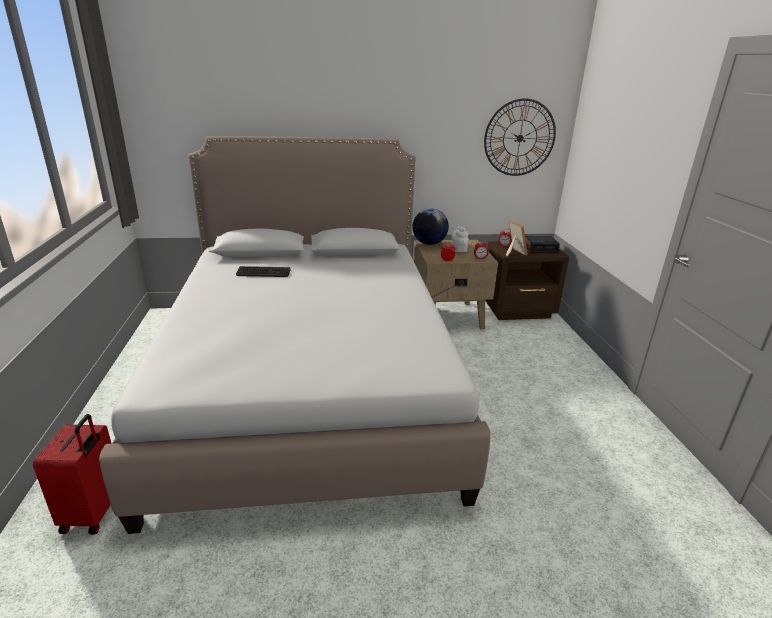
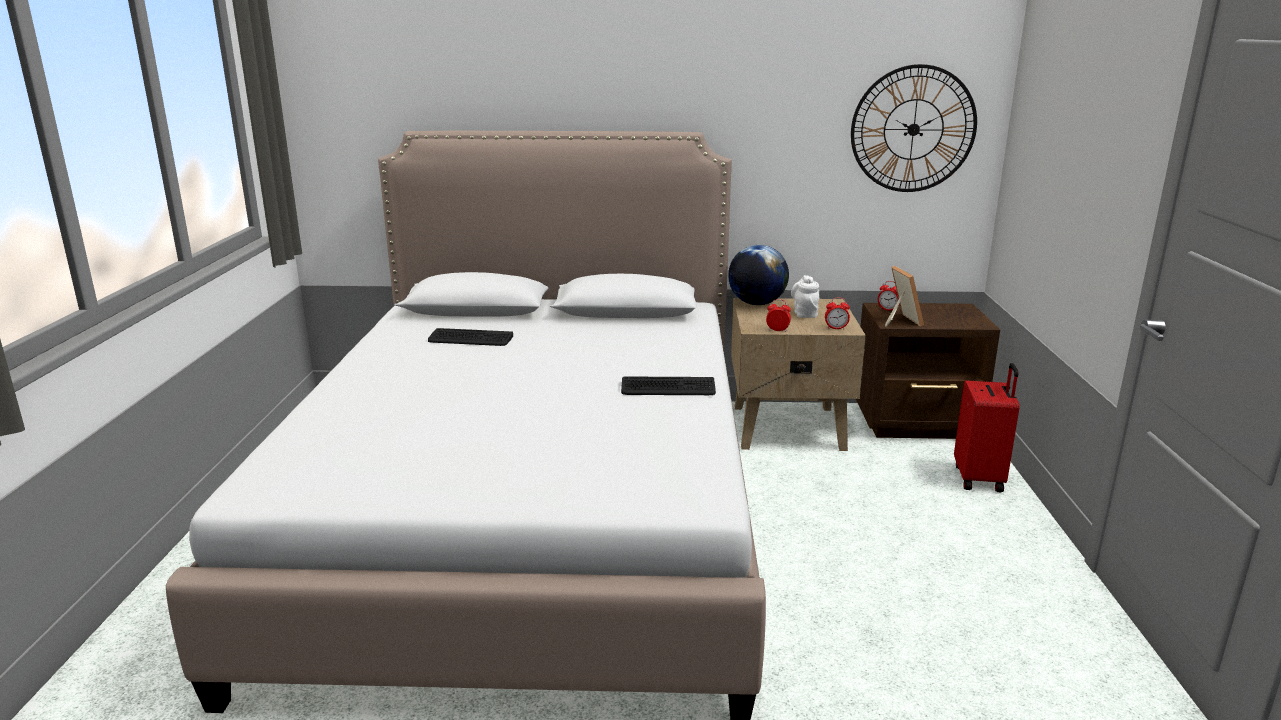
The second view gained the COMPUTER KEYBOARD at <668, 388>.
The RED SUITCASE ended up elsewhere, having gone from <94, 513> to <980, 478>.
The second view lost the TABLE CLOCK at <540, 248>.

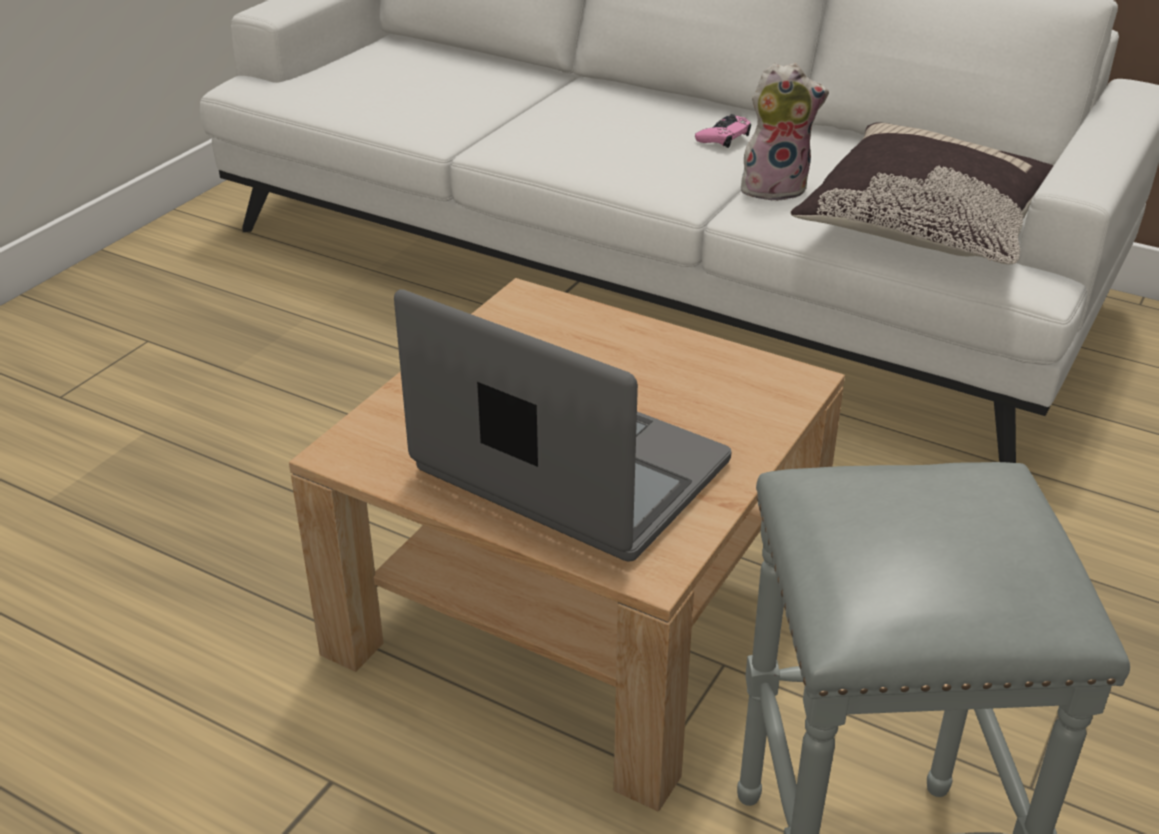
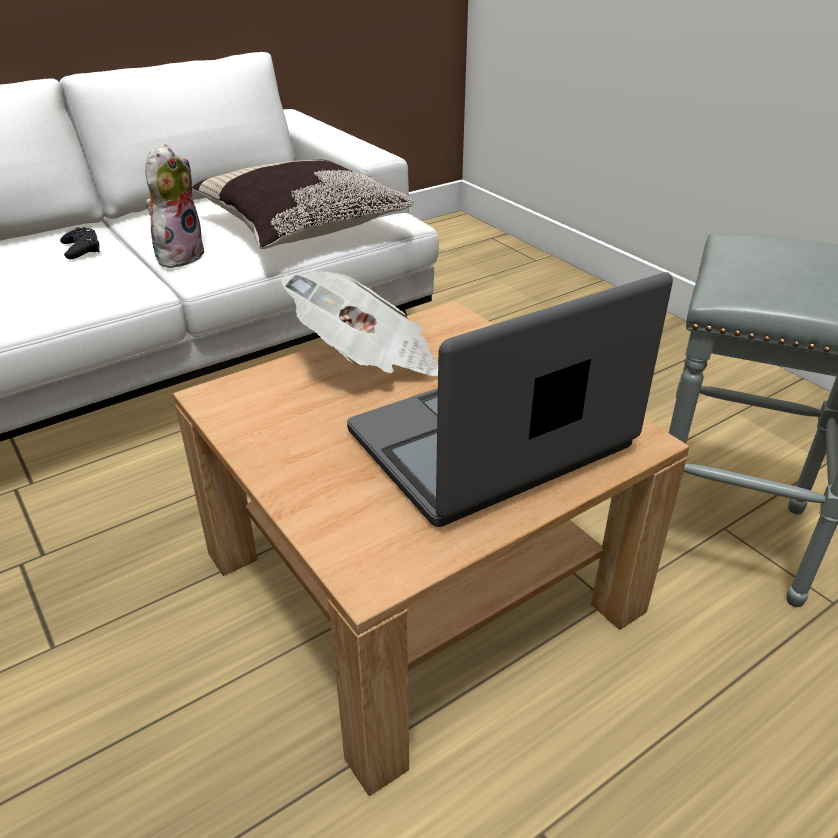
What was the PINK-COLOURED JOYPAD at <723, 137> turned into the BLACK JOYPAD at <81, 249>.
The second view gained the NEWSPAPER at <368, 360>.

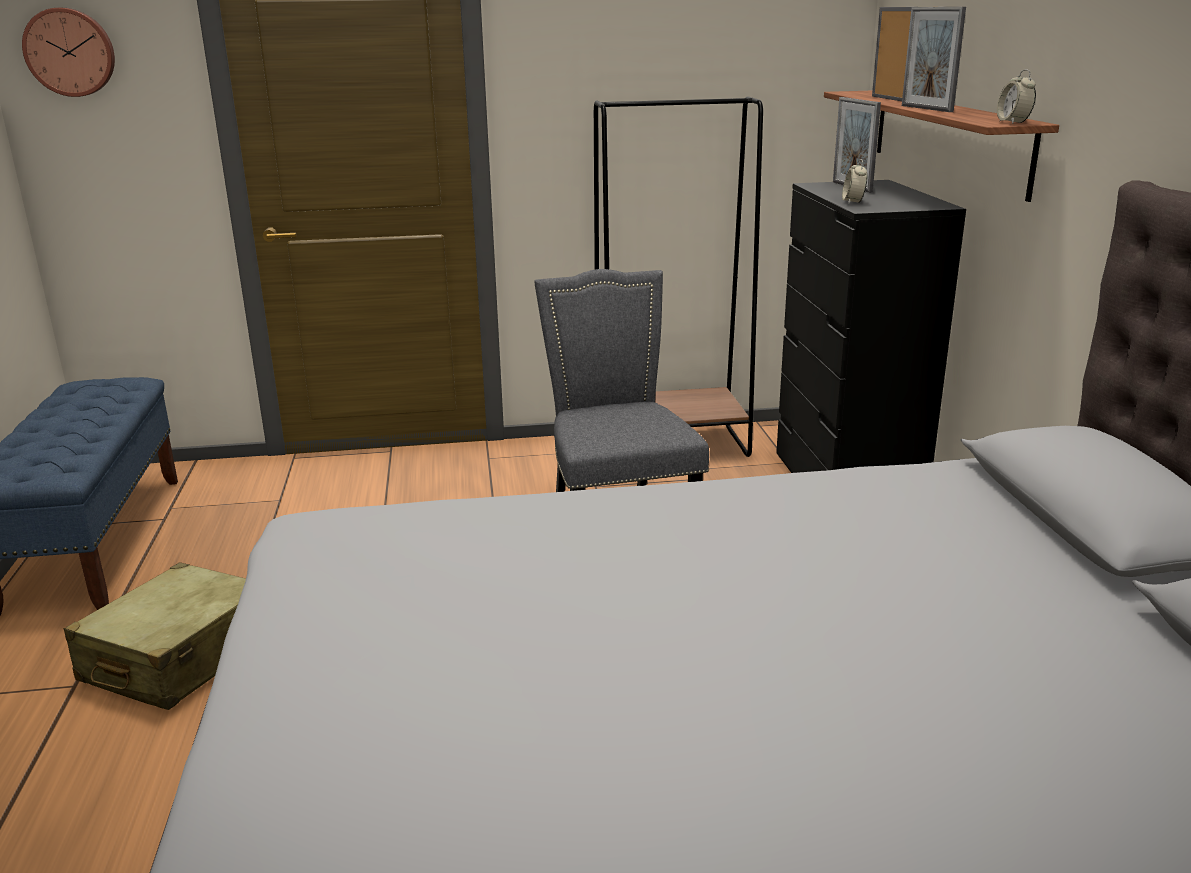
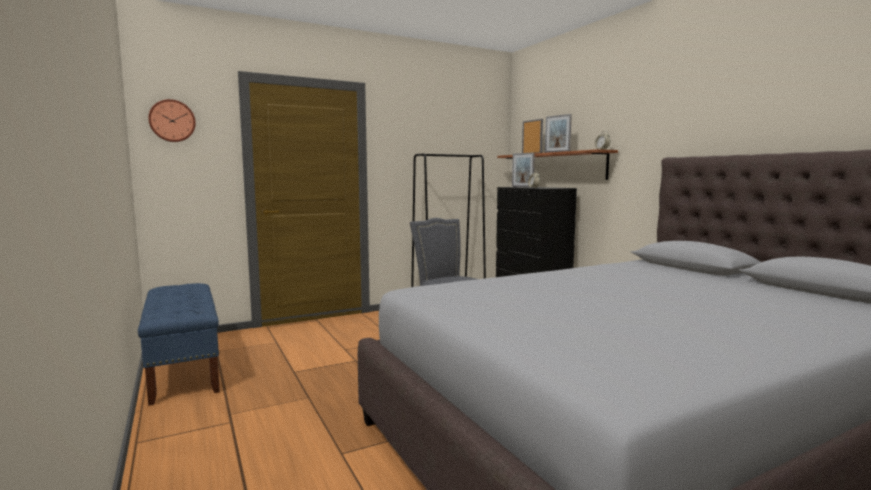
The second view lost the BEIGE SUITCASE at <179, 658>.

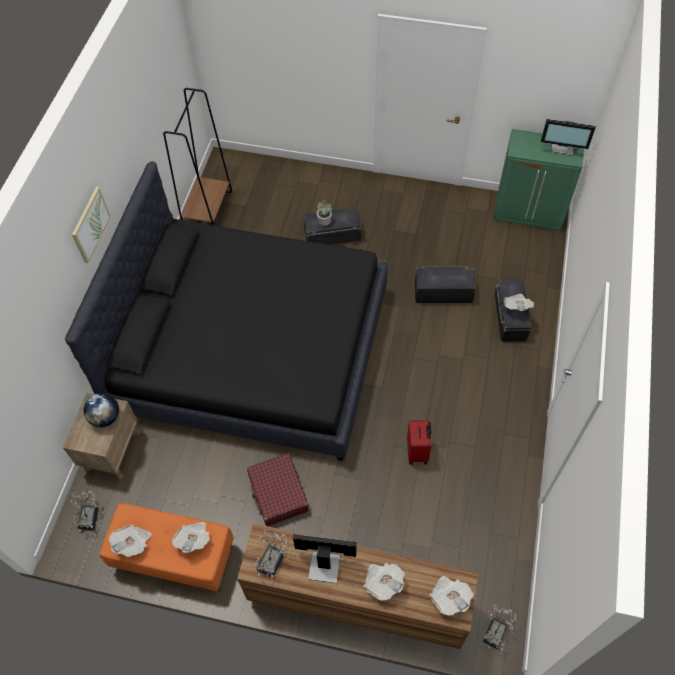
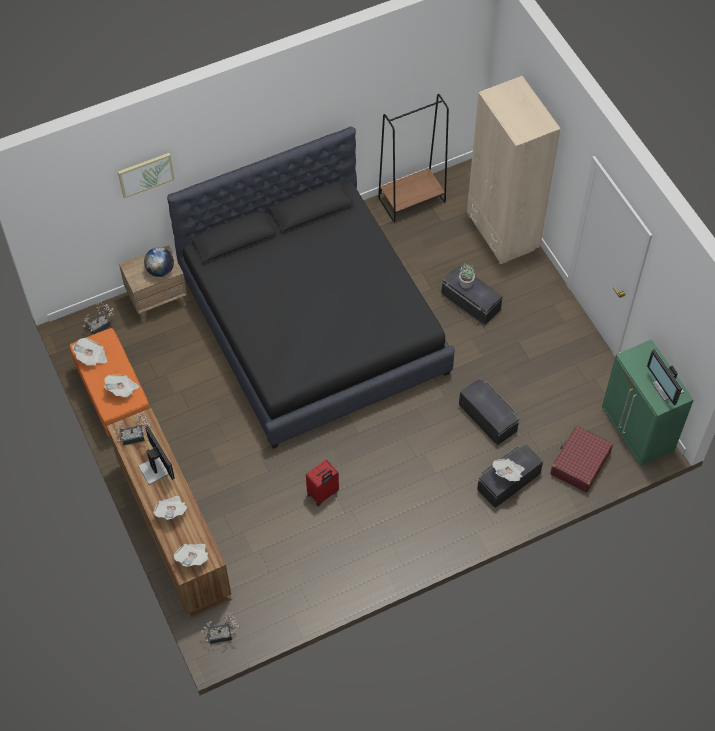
The WALL PICTURE ended up elsewhere, having gone from <90, 224> to <146, 174>.
The second view gained the BEIGE ARMOIRE at <502, 233>.
The RED SUITCASE ended up elsewhere, having gone from <278, 493> to <579, 463>.

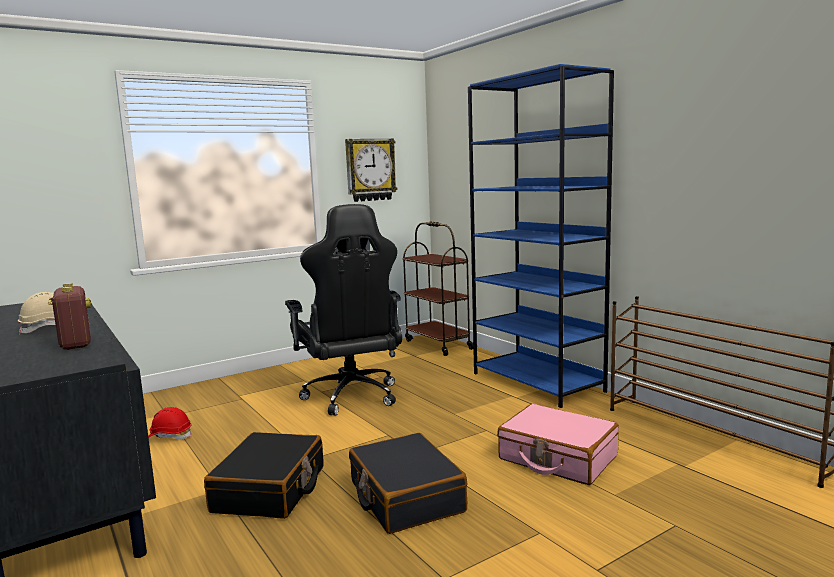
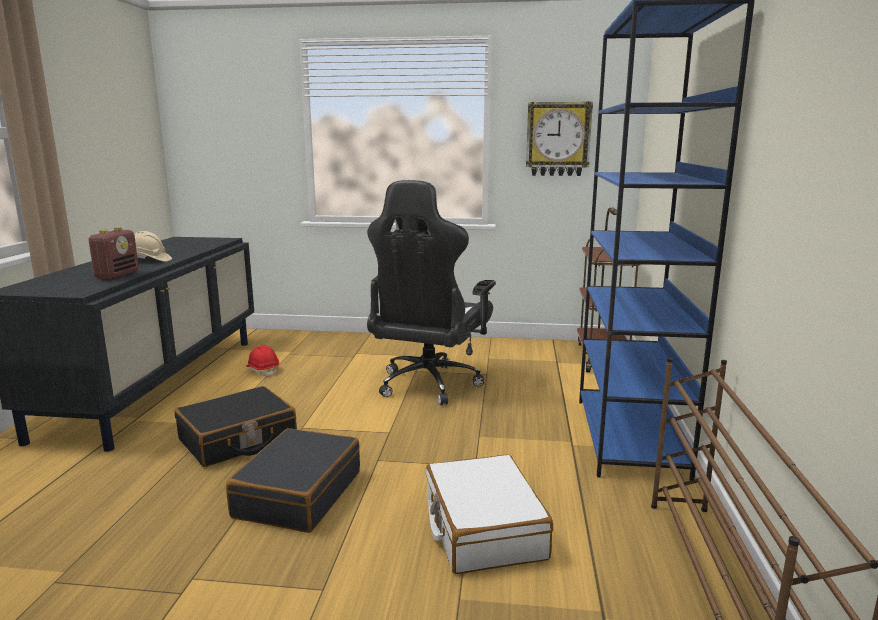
What was the PINK-COLOURED SUITCASE at <557, 458> turned into the WHITE-COLOURED SUITCASE at <483, 528>.

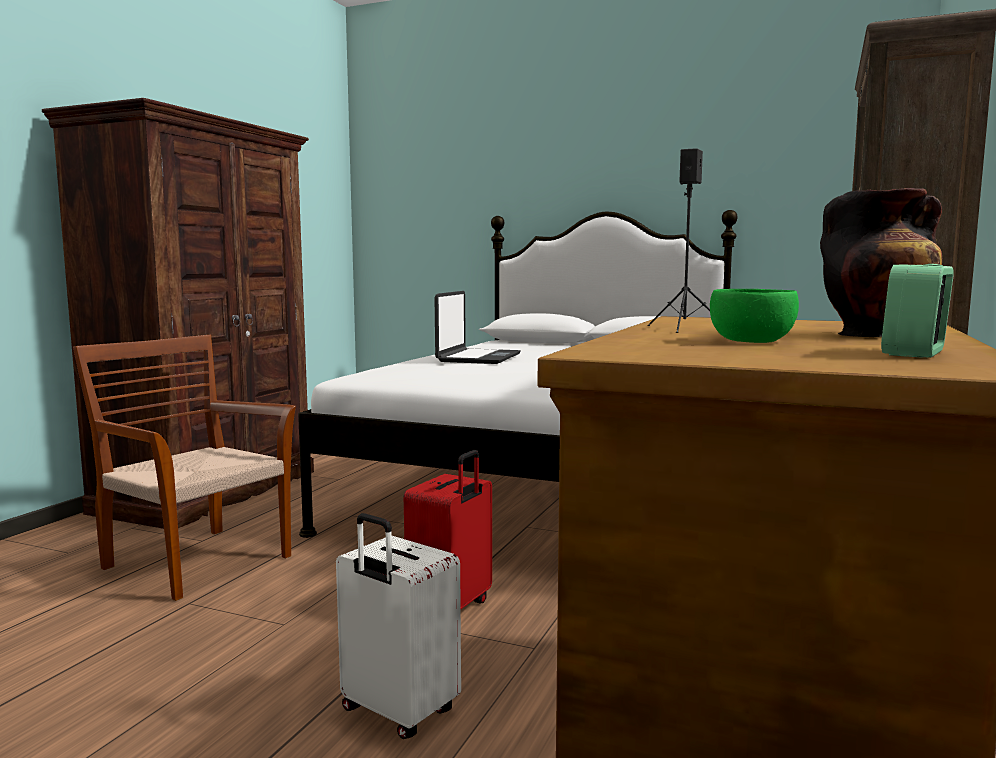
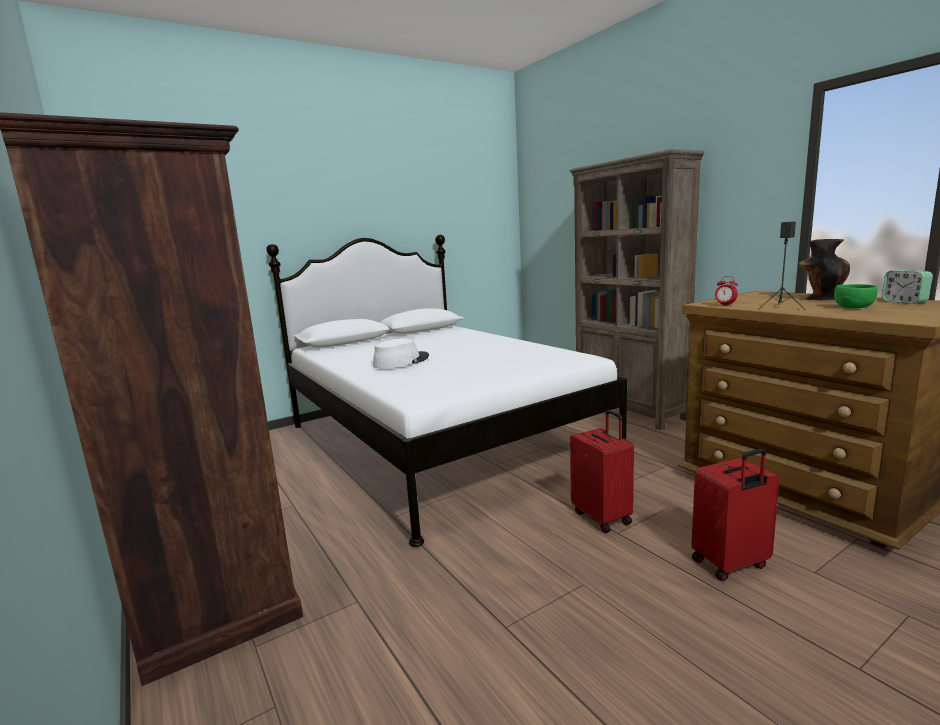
Where the PORTABLE COMPUTER stood at <478, 358>, the WHITE-COLOURED CLOTHING HAT came to stand at <401, 361>.
What was the WHITE-COLOURED SUITCASE at <397, 713> turned into the RED SUITCASE at <731, 564>.
The second view gained the TABLE CLOCK at <725, 305>.
The second view lost the BROWNISH LOUNGE CHAIR at <197, 561>.

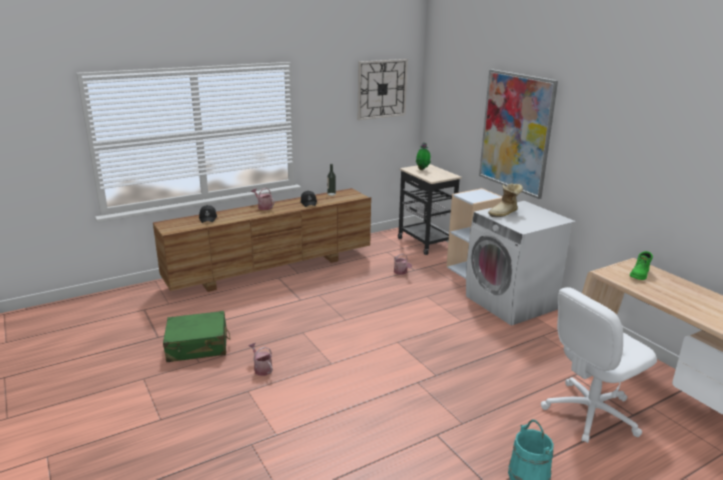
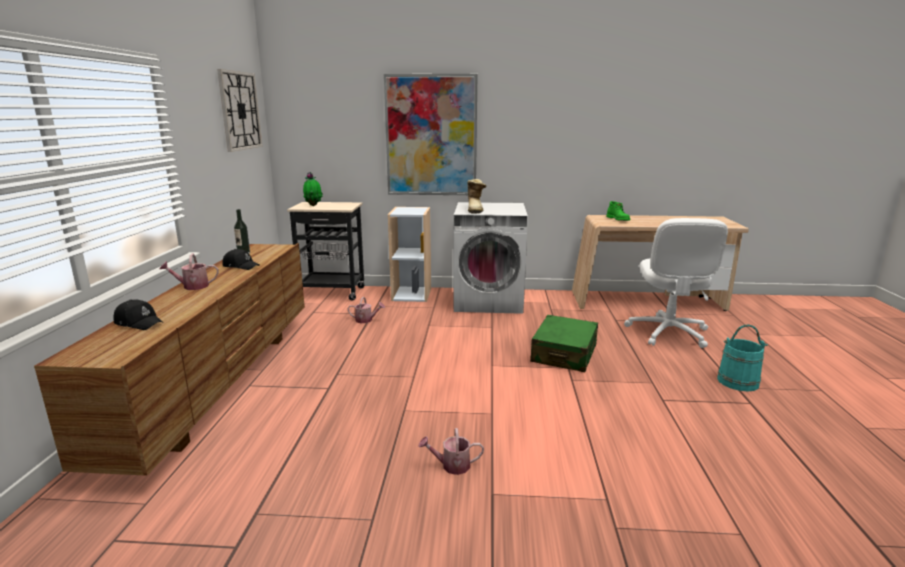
The GREENISH SUITCASE ended up elsewhere, having gone from <197, 346> to <564, 354>.

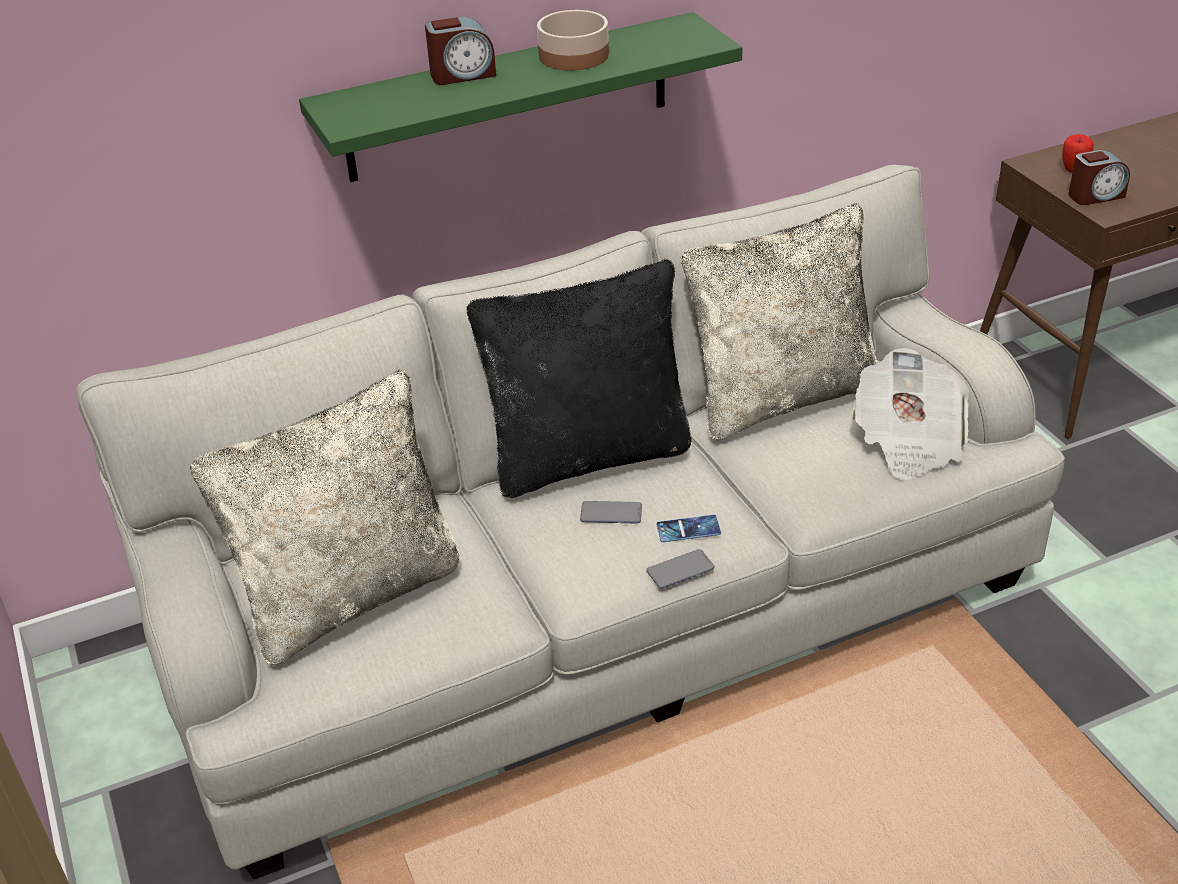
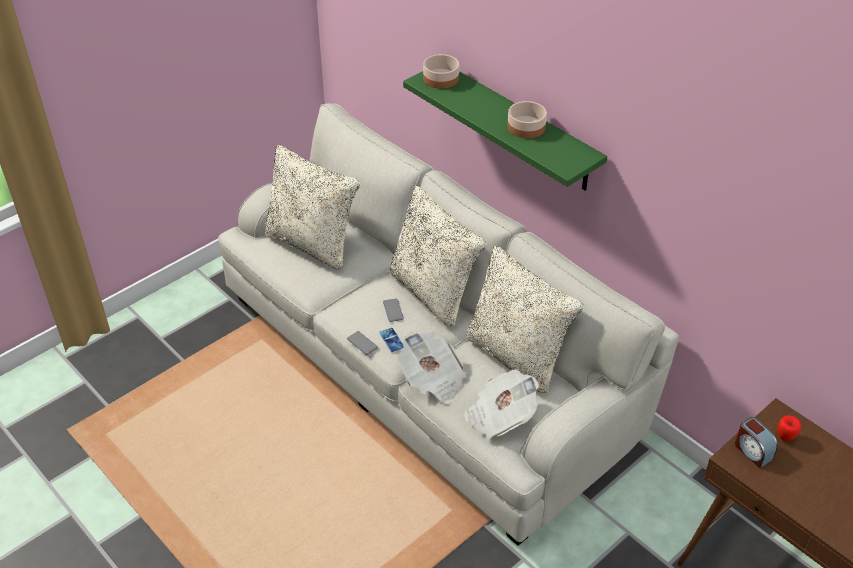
What was the BLACK THROW PILLOW at <591, 460> turned into the BEIGE THROW PILLOW at <432, 295>.
The second view gained the NEWSPAPER at <433, 379>.
The second view gained the SERVING BOWL at <440, 78>.
The second view lost the TABLE CLOCK at <462, 75>.

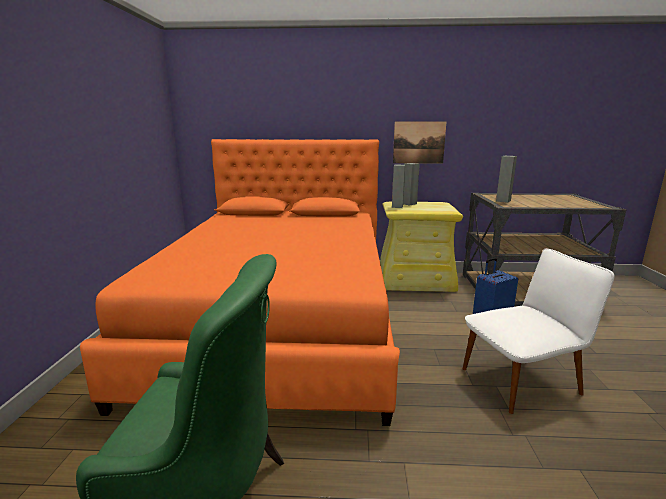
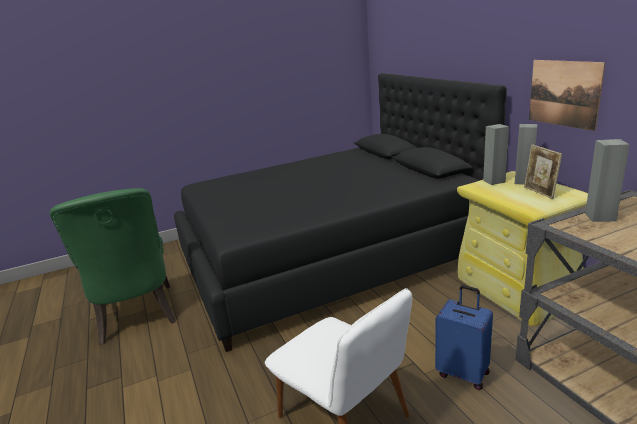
What was the ORANGEY SLEEPING BED at <280, 320> turned into the BLACK SLEEPING BED at <330, 256>.
The second view gained the STANDING FRAME at <539, 192>.

